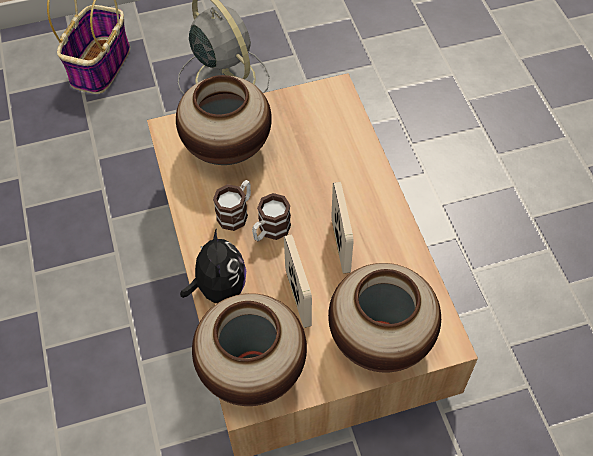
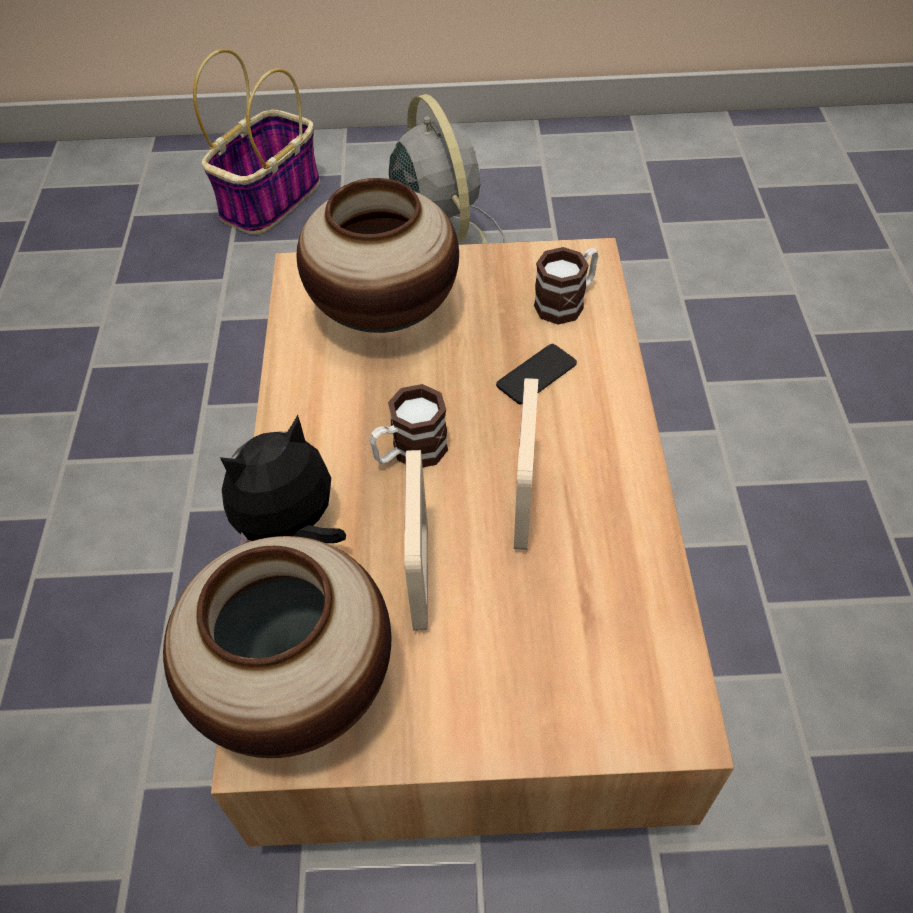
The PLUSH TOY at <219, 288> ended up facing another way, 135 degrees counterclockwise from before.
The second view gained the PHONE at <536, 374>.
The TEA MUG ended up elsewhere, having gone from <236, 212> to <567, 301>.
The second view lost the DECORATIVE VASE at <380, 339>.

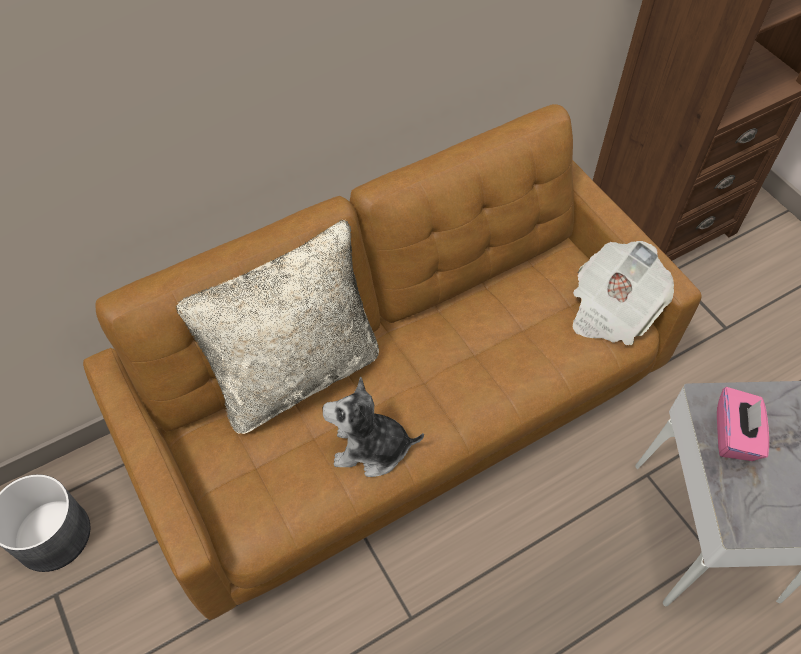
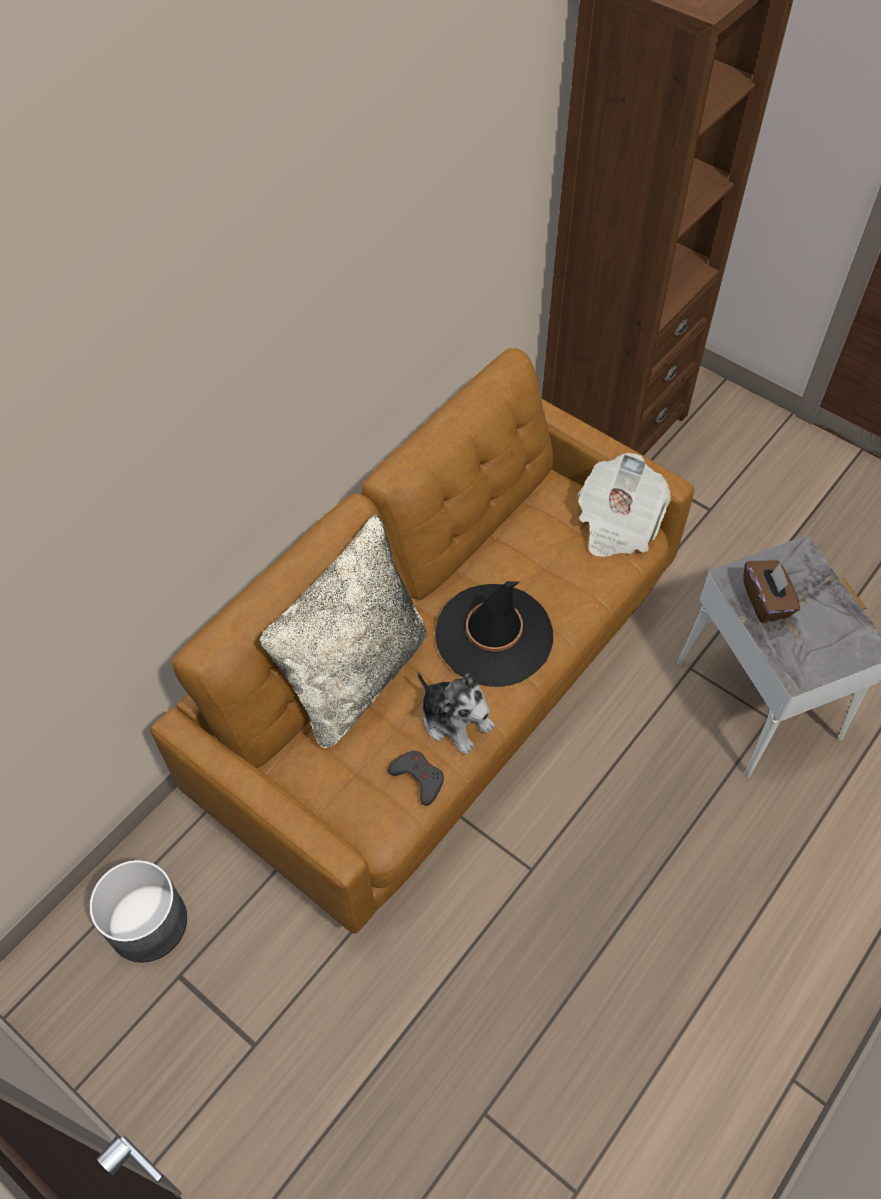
The second view gained the GREYISH JOYPAD at <418, 778>.
The PLUSH TOY at <371, 449> ended up facing another way, 120 degrees counterclockwise from before.
The second view gained the BLACK CLOTHING HAT at <494, 635>.
What was the PINK-COLOURED TISSUE BOX at <735, 435> turned into the BROWNISH TISSUE BOX at <766, 601>.

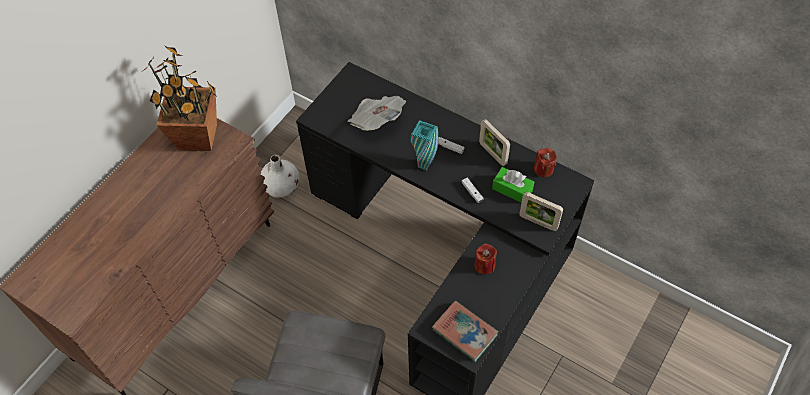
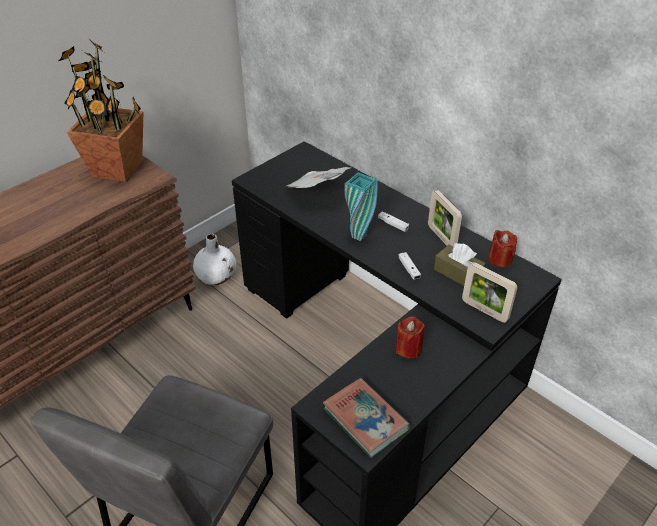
What was the GREENISH TISSUE BOX at <512, 189> turned into the BROWNISH TISSUE BOX at <458, 273>.

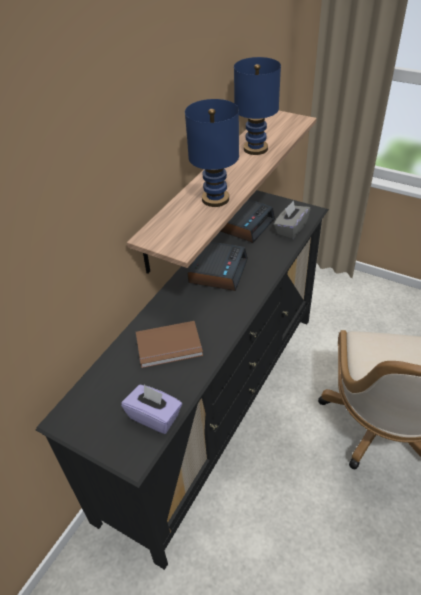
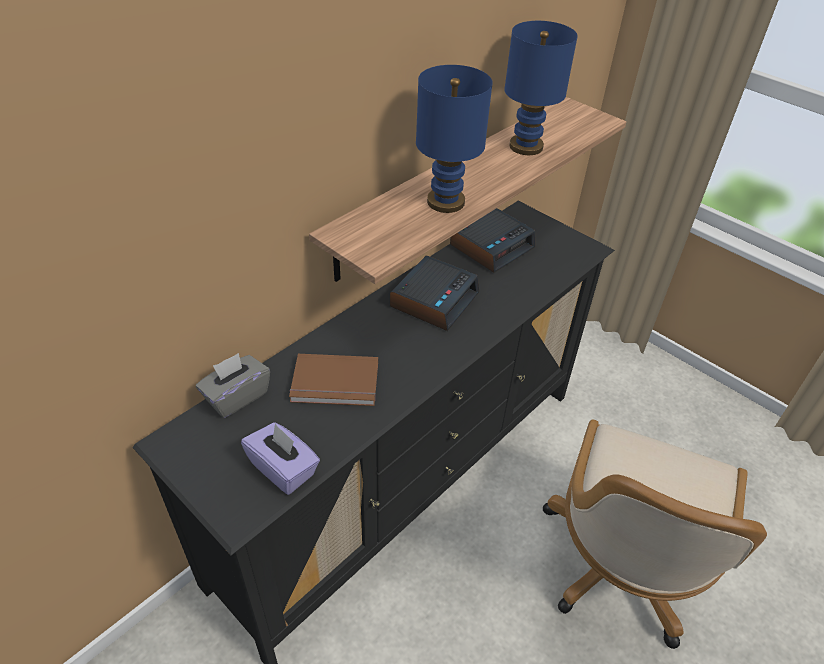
The GREYISH TISSUE BOX ended up elsewhere, having gone from <290, 229> to <236, 396>.

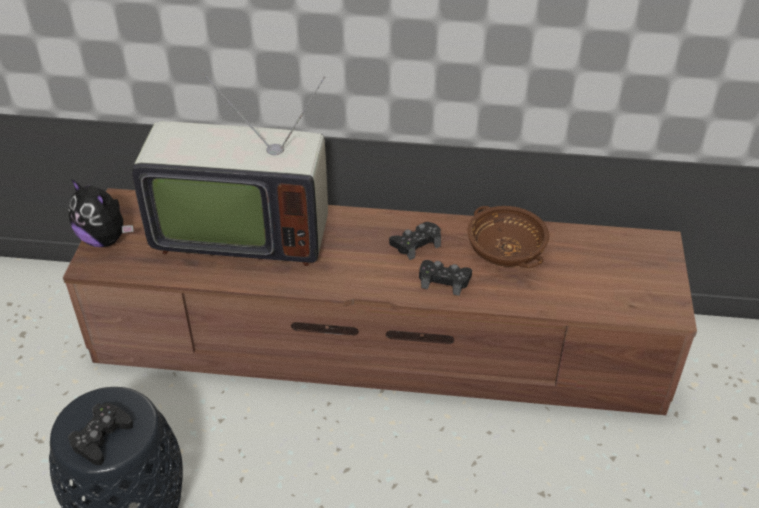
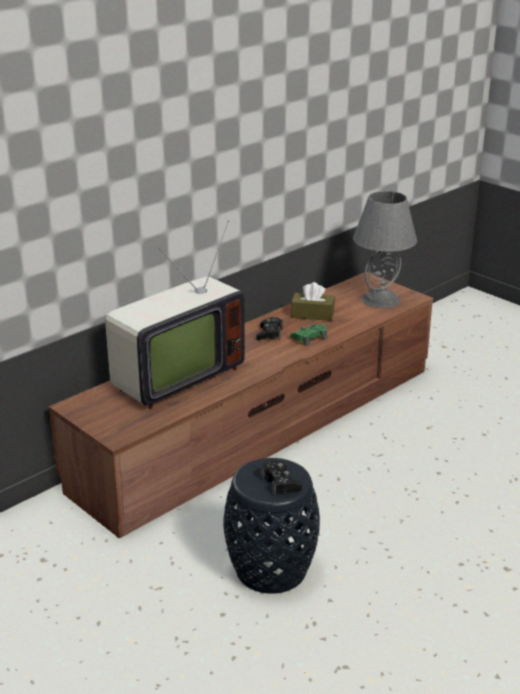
What was the BLACK JOYPAD at <444, 280> turned into the GREENISH JOYPAD at <309, 338>.
Where the BROWNISH SERVING BOWL stood at <505, 251>, the BROWNISH TISSUE BOX came to stand at <312, 314>.
The second view gained the GREYISH TABLETOP LAMP at <381, 300>.
The second view lost the PLUSH TOY at <105, 239>.

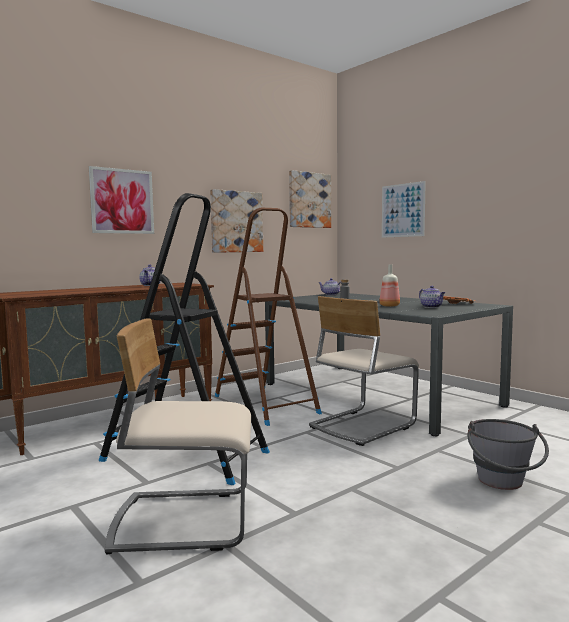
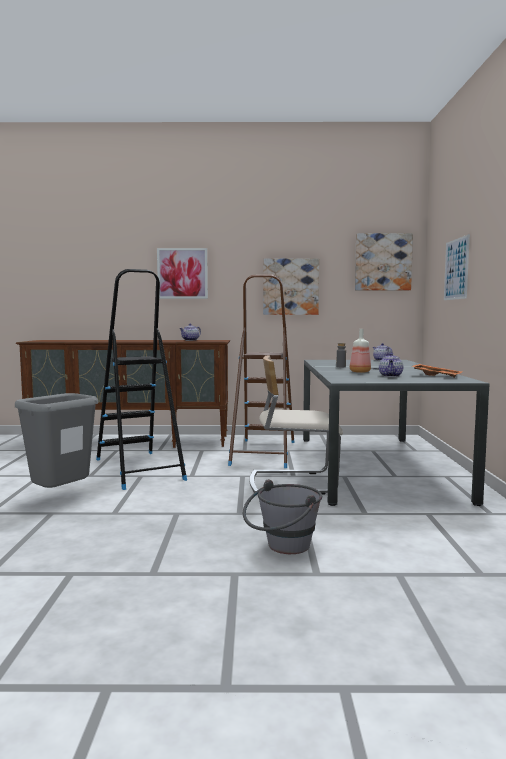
Where the BEIGE PLAIN CHAIR stood at <183, 520>, the GREYISH TRASH CAN came to stand at <62, 497>.

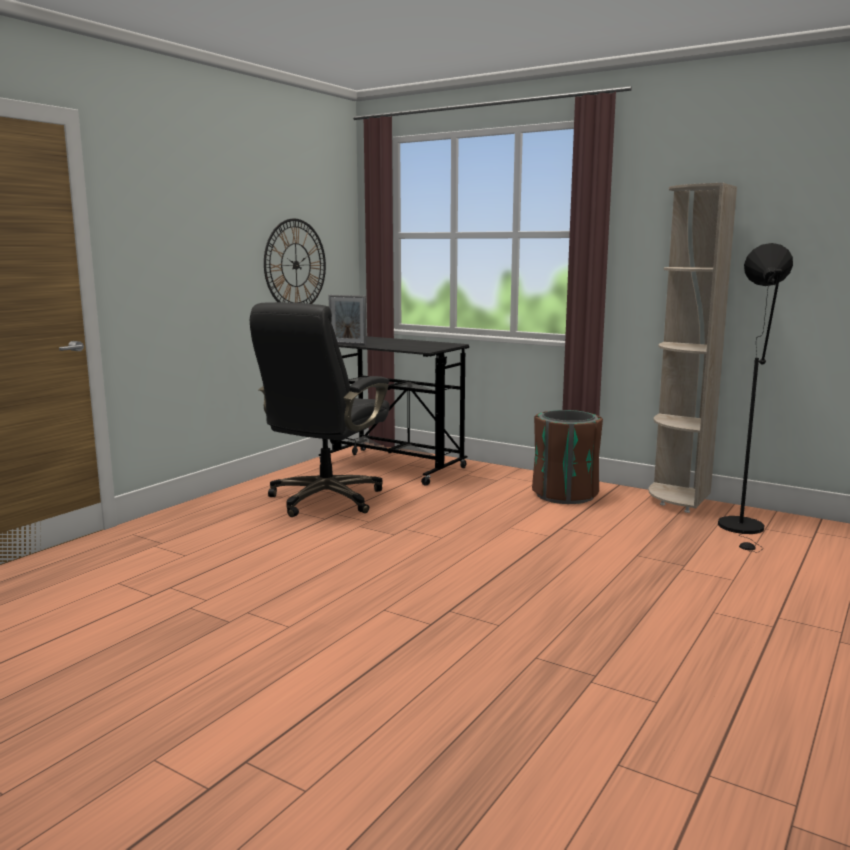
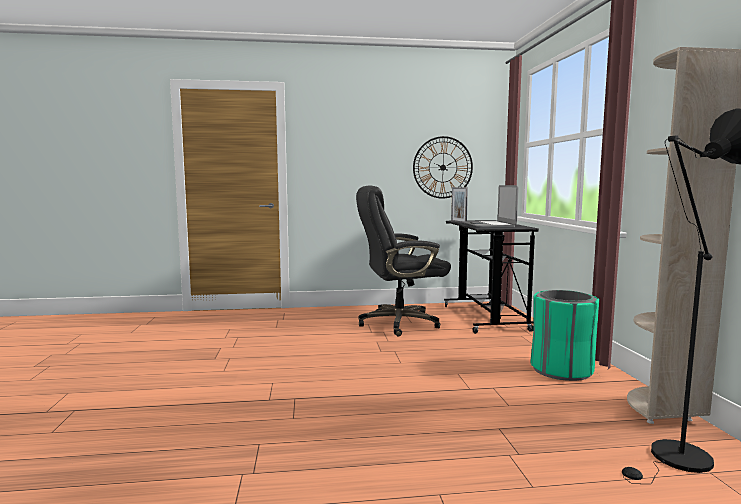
The second view gained the PORTABLE COMPUTER at <489, 225>.
What was the BROWNISH TRASH CAN at <565, 494> turned into the GREENISH TRASH CAN at <562, 370>.

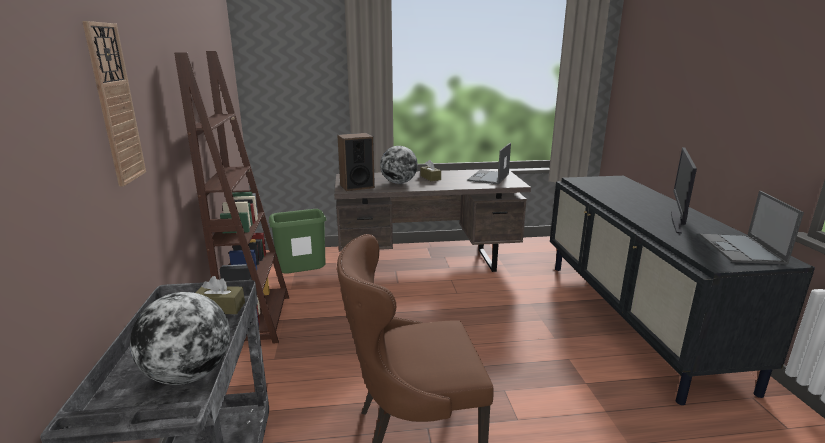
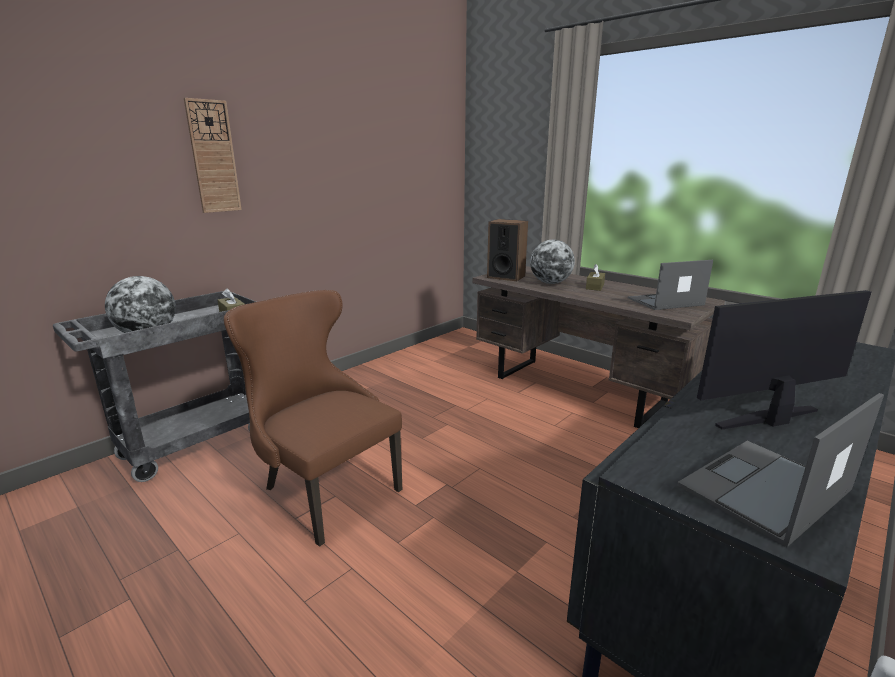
The second view lost the BROWNISH BOOKSHELF at <258, 320>.
The second view lost the GREENISH TRASH CAN at <303, 278>.

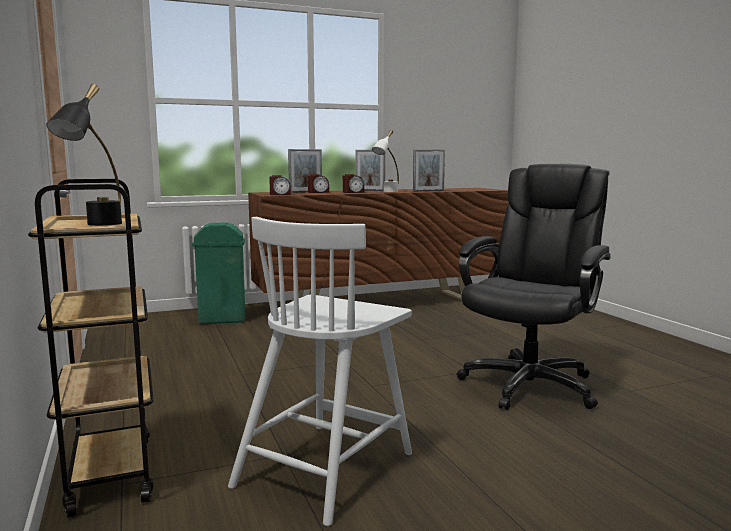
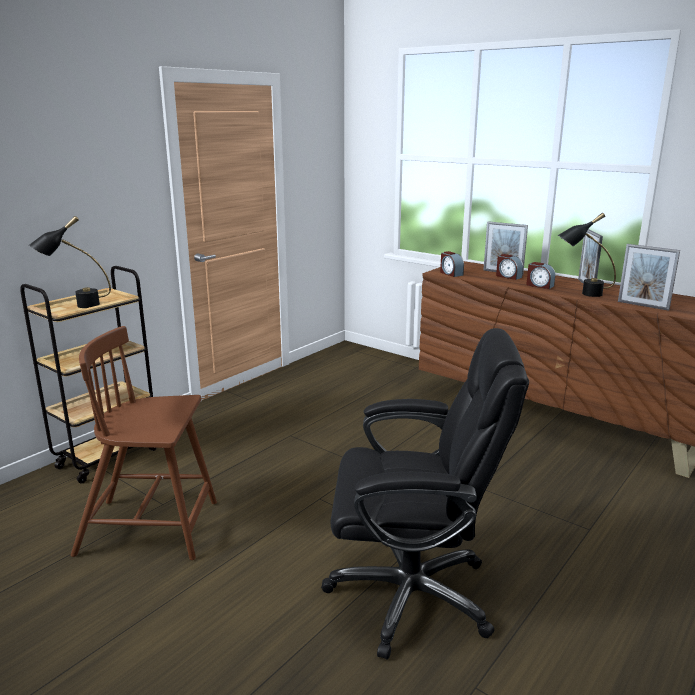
What was the WHITE-COLOURED PLAIN CHAIR at <326, 467> turned into the BROWNISH PLAIN CHAIR at <151, 528>.
What was the WHITE-COLOURED TABLETOP LAMP at <387, 192> turned into the BLACK TABLETOP LAMP at <582, 294>.
The second view lost the GREENISH TRASH CAN at <222, 320>.

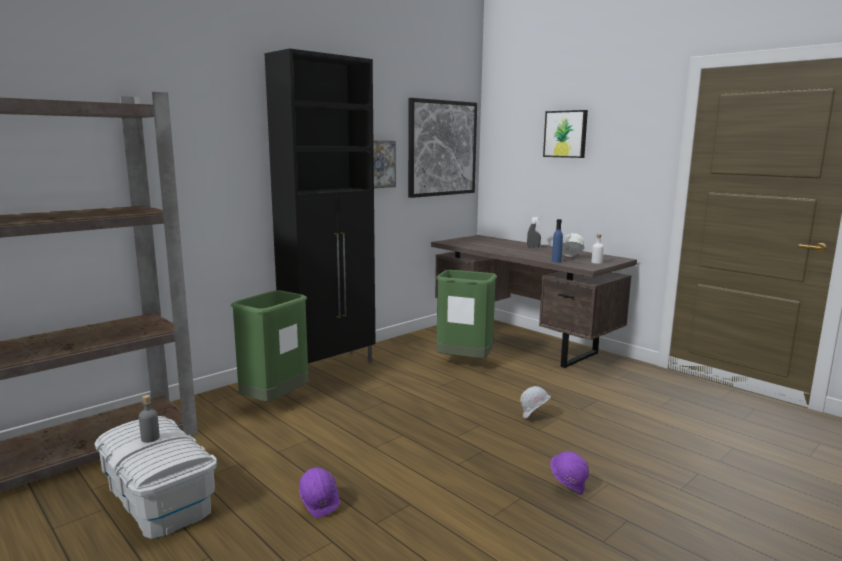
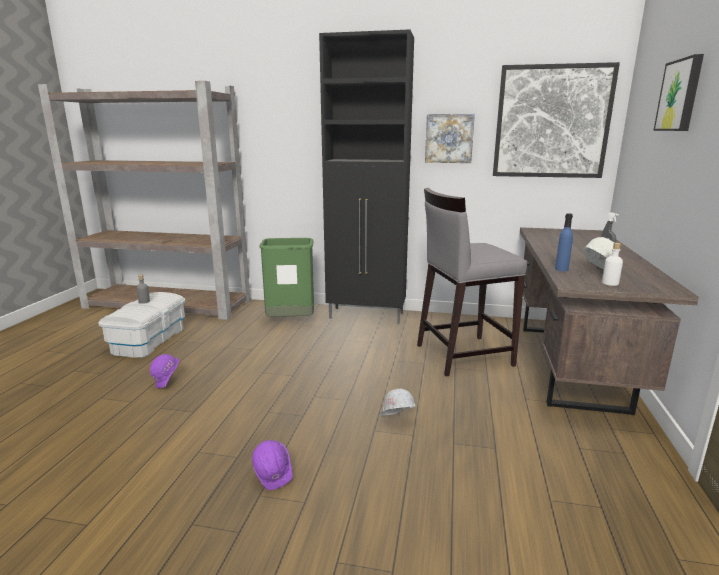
Where the GREENISH TRASH CAN stood at <464, 362>, the GREYISH SITTING STOOL came to stand at <462, 355>.

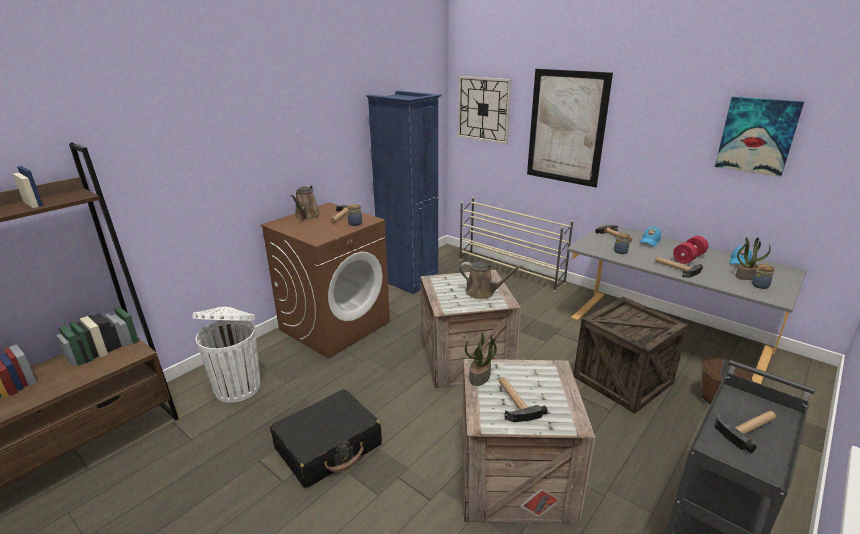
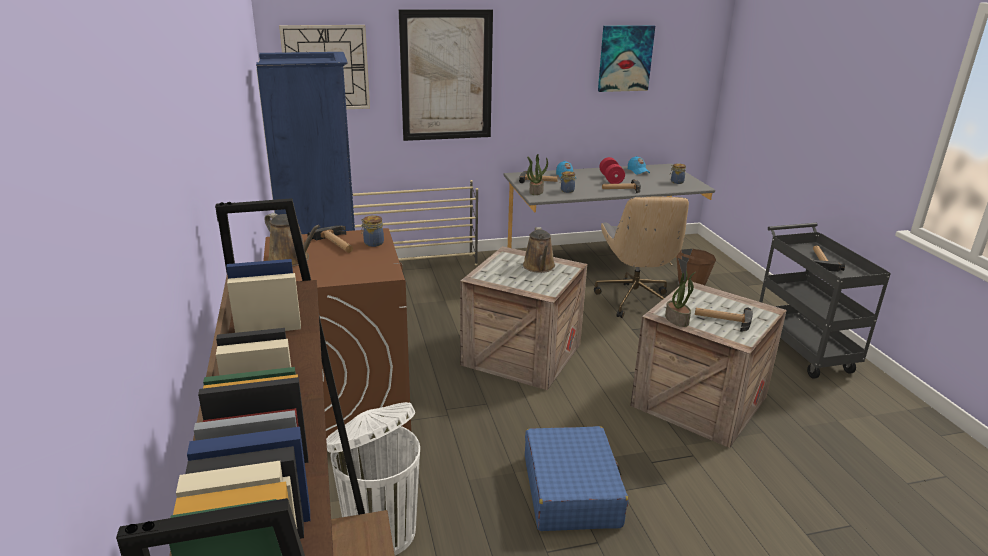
The BROWNISH WATERING CAN at <483, 292> ended up facing another way, 120 degrees clockwise from before.
What was the BLACK SUITCASE at <329, 446> turned into the BLUE-COLOURED SUITCASE at <571, 490>.
The PLANT IN A POT ended up elsewhere, having gone from <746, 276> to <536, 191>.
Where the CRATE stood at <622, 380>, the GREYISH OFFICE CHAIR came to stand at <634, 303>.

